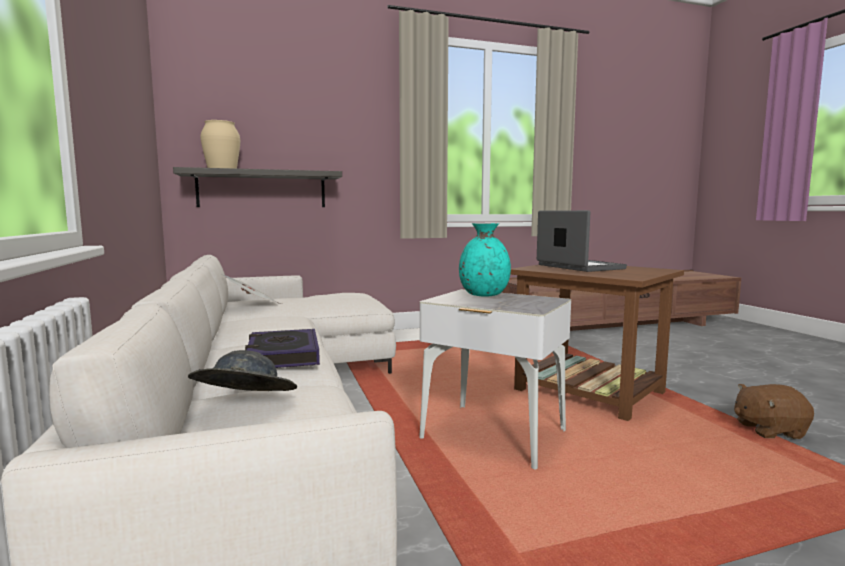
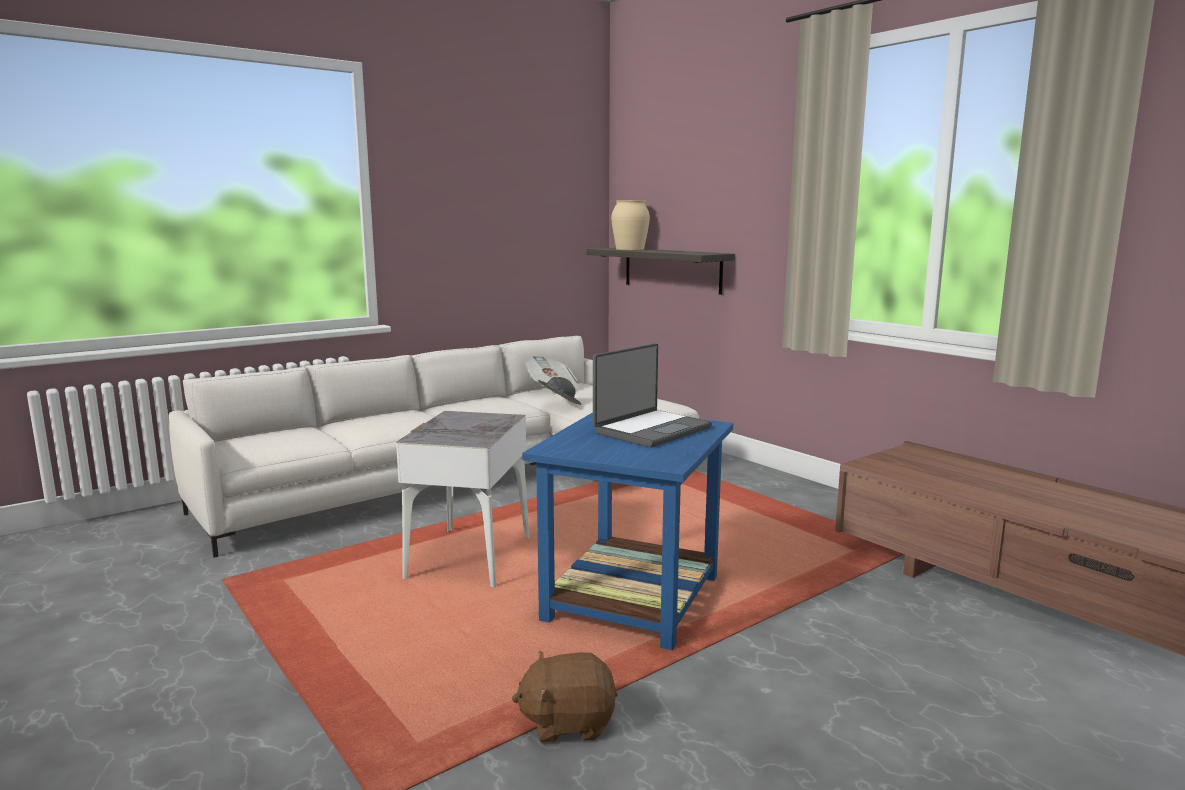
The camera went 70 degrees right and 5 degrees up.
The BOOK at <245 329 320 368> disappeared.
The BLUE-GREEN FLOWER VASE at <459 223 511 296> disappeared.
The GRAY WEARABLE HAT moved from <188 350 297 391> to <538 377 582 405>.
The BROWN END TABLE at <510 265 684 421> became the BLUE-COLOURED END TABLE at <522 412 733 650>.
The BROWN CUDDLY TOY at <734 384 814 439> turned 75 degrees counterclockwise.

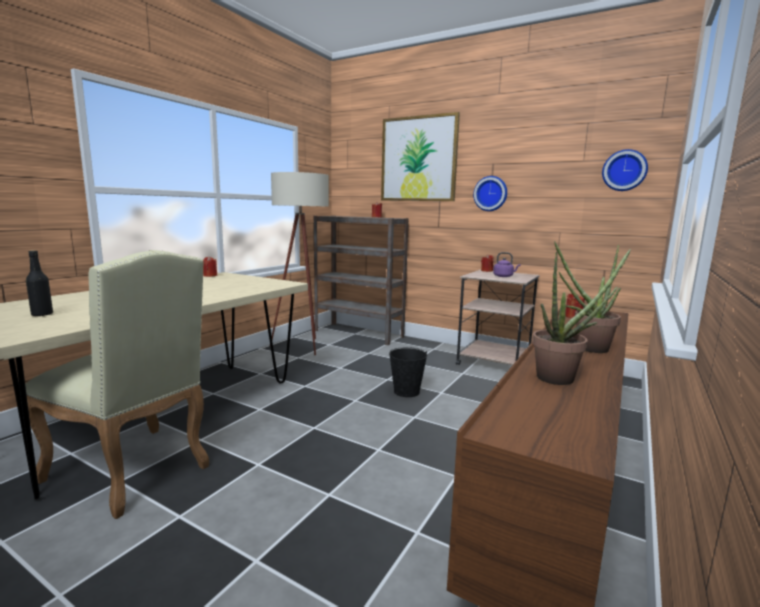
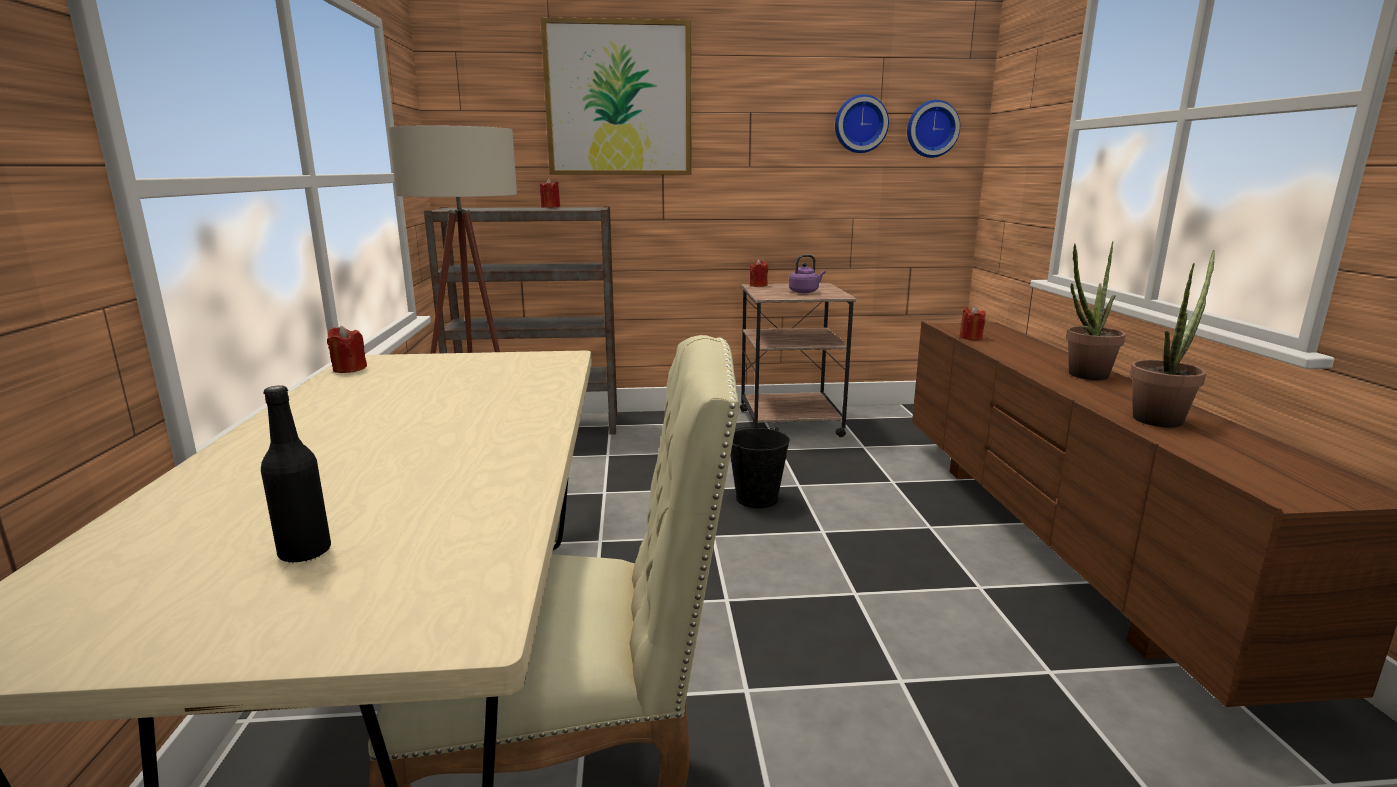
The camera went 35 degrees left and 5 degrees up.
The CLOCK ON THE WALL moved from <473 176 507 211> to <835 94 889 153>.

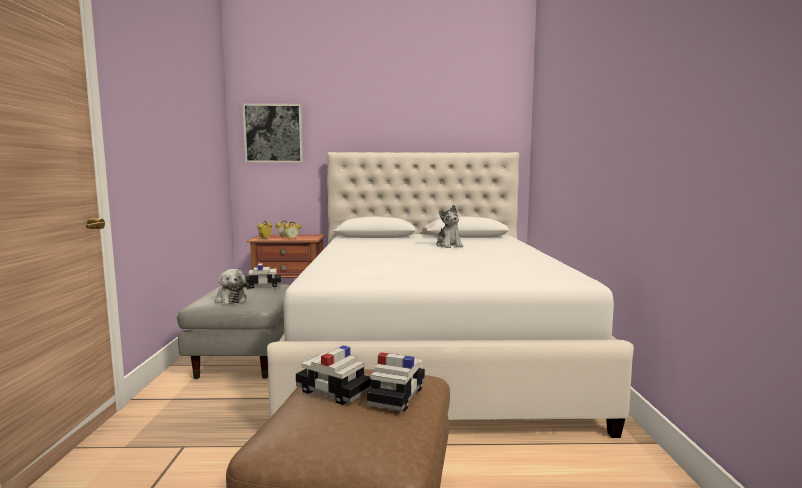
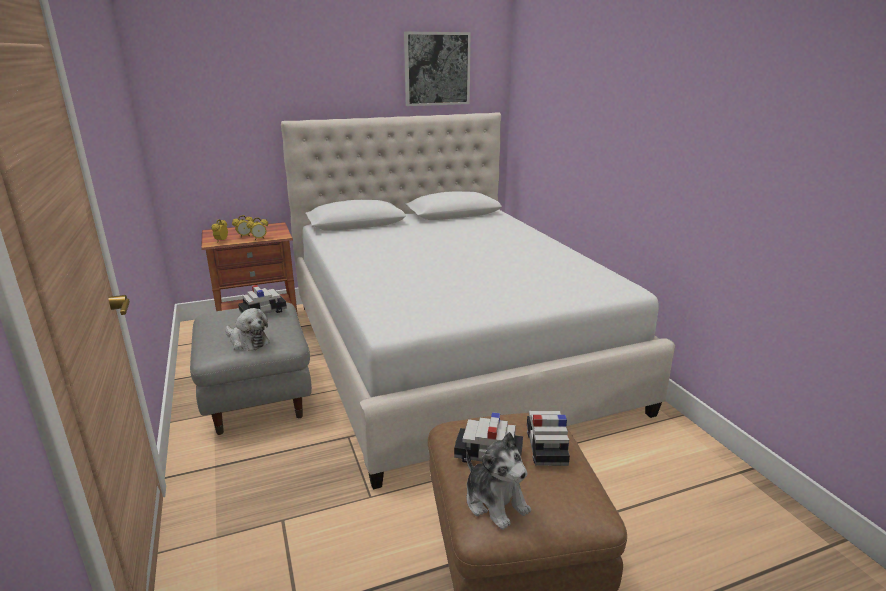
The camera went 20 degrees left and 15 degrees up.
The WALL ART moved from <242 104 303 163> to <404 32 471 106>.
The CUDDLY TOY moved from <436 205 464 248> to <466 432 531 530>.

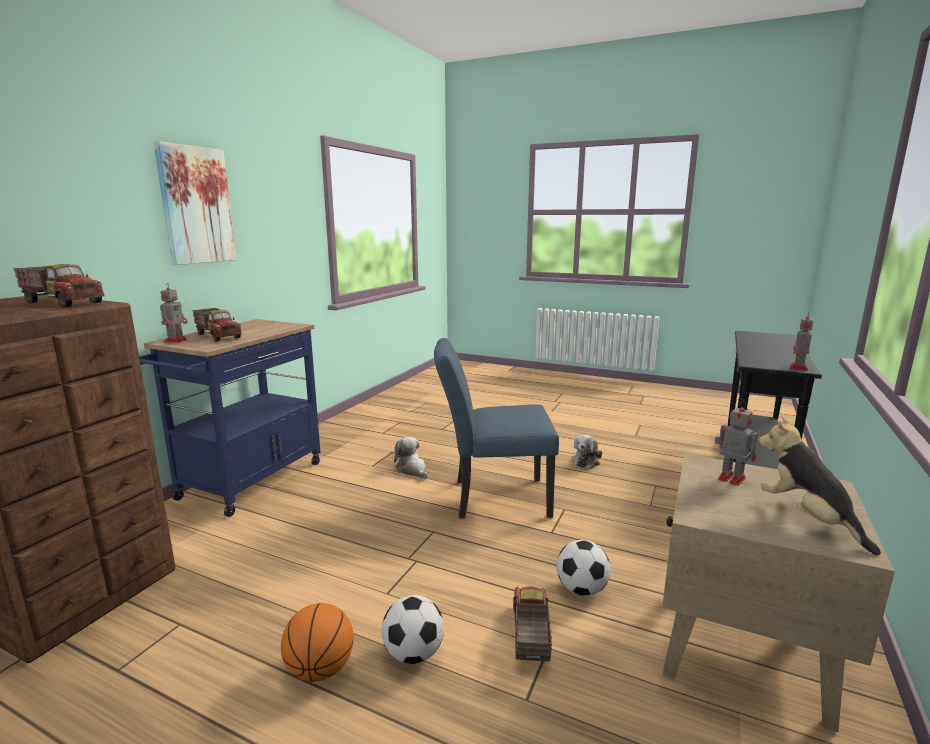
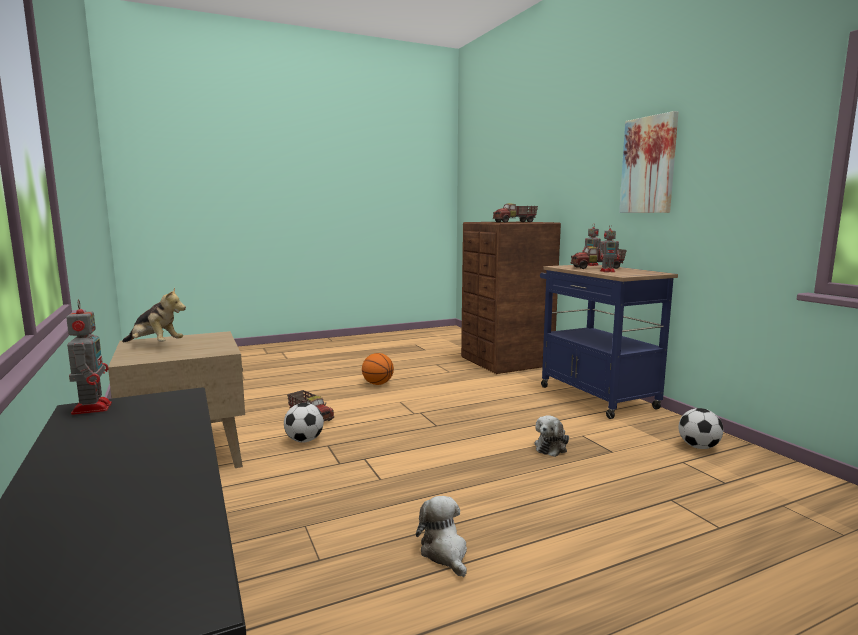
The camera went 130 degrees right and 5 degrees down.
The BLUE-COLOURED UPRIGHT CHAIR at <434 338 559 518> disappeared.
The FOOTBALL moved from <382 595 444 664> to <678 408 724 449>.
The TOY ROBOT moved from <715 401 758 486> to <600 225 620 272>.
The CUDDLY TOY at <394 437 428 479> turned 120 degrees clockwise.

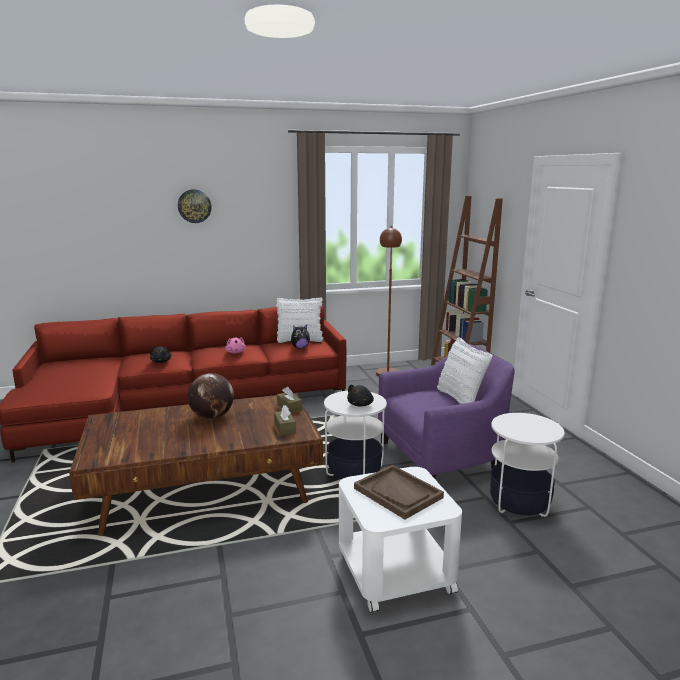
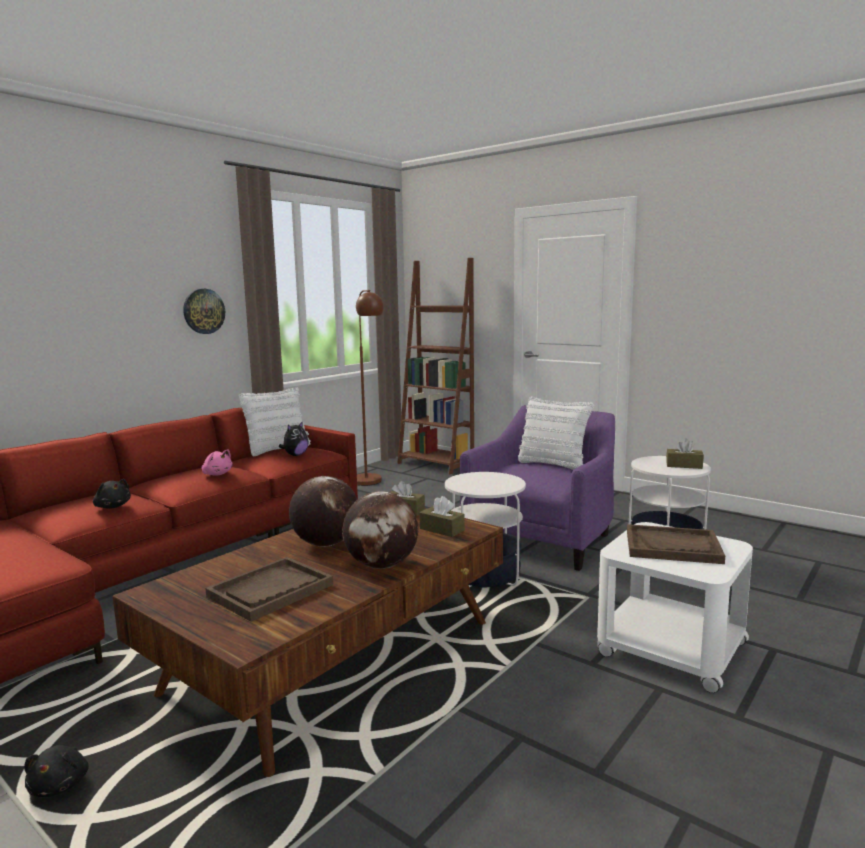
The camera went 35 degrees left and 5 degrees down.
The BROWN TRAY at <205 557 333 622> appeared.
The WORLD GLOBE at <342 491 419 569> appeared.
The BROWN TISSUE BOX at <666 438 704 469> appeared.
The CLOCK ON THE WALL moved from <178 189 212 223> to <183 289 225 334>.
The BLACKISH CUDDLY TOY moved from <347 385 374 406> to <24 745 89 797>.

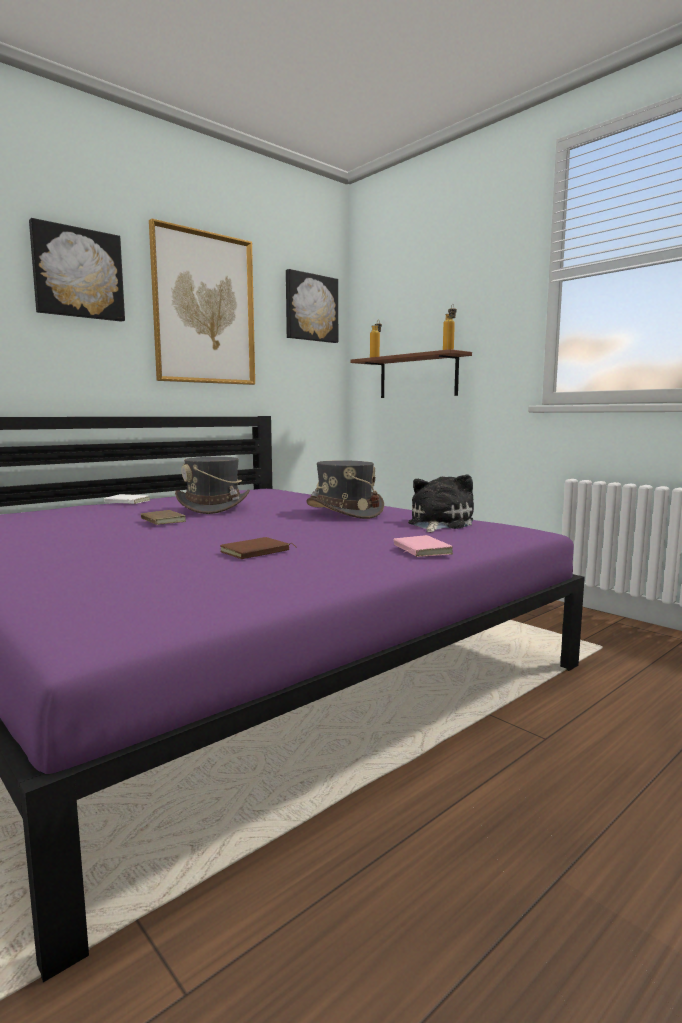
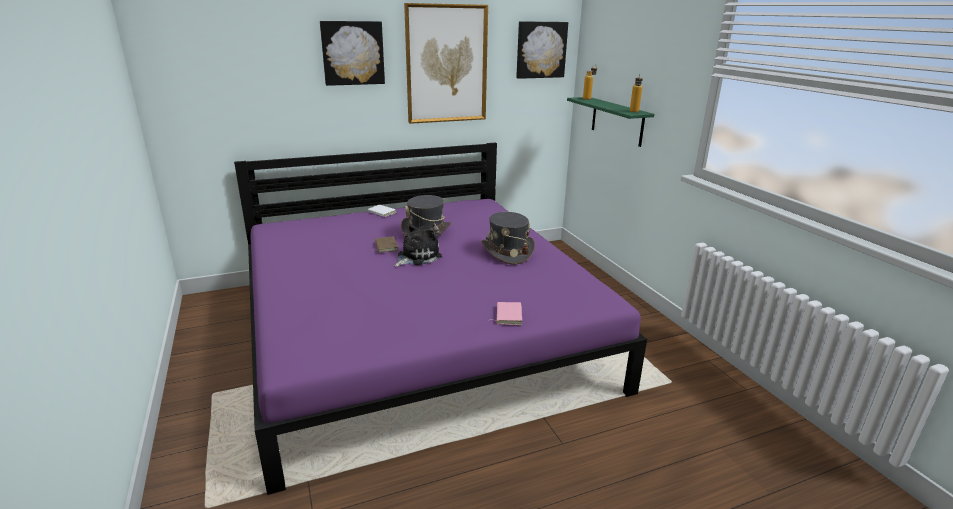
The camera went 20 degrees right and 15 degrees up.
The BROWN BOOK at <220 537 296 559> disappeared.
The CUDDLY TOY moved from <408 474 474 532> to <394 224 442 267>.
The BROWN SHELF at <351 349 472 398> became the GREEN-COLOURED SHELF at <567 97 654 147>.

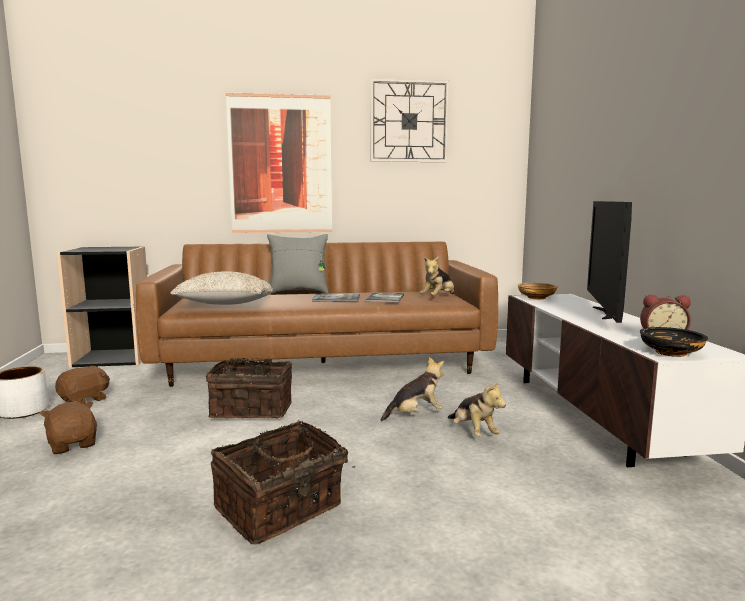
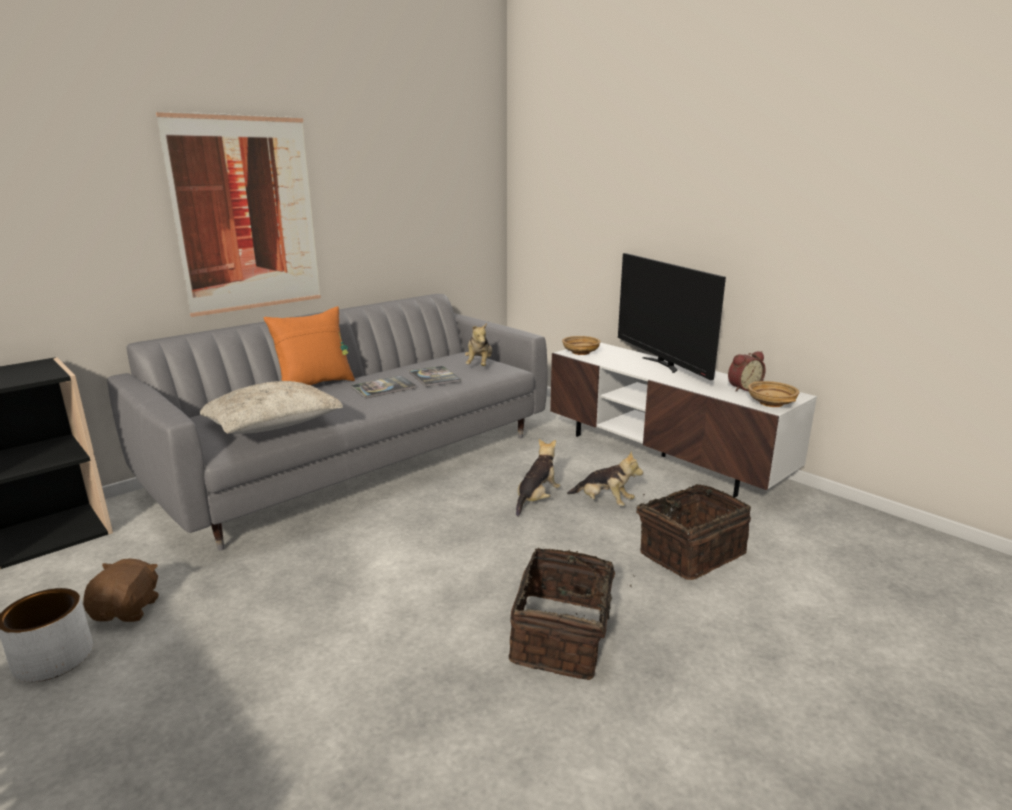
The camera went 35 degrees left and 10 degrees up.
The BROWN CUDDLY TOY at <40 402 97 454> disappeared.
The CLOCK ON THE WALL at <370 78 449 162> disappeared.
The BASKET moved from <206 358 292 419> to <631 484 751 580>.
The BROWN COUCH at <136 242 498 387> became the GRAY COUCH at <107 294 547 551>.
The GRAY CUSHION at <267 234 329 294> became the ORANGE CUSHION at <264 306 355 385>.
The BLACKISH DEEP DISH at <640 327 708 357> became the BEIGE DEEP DISH at <748 381 800 407>.

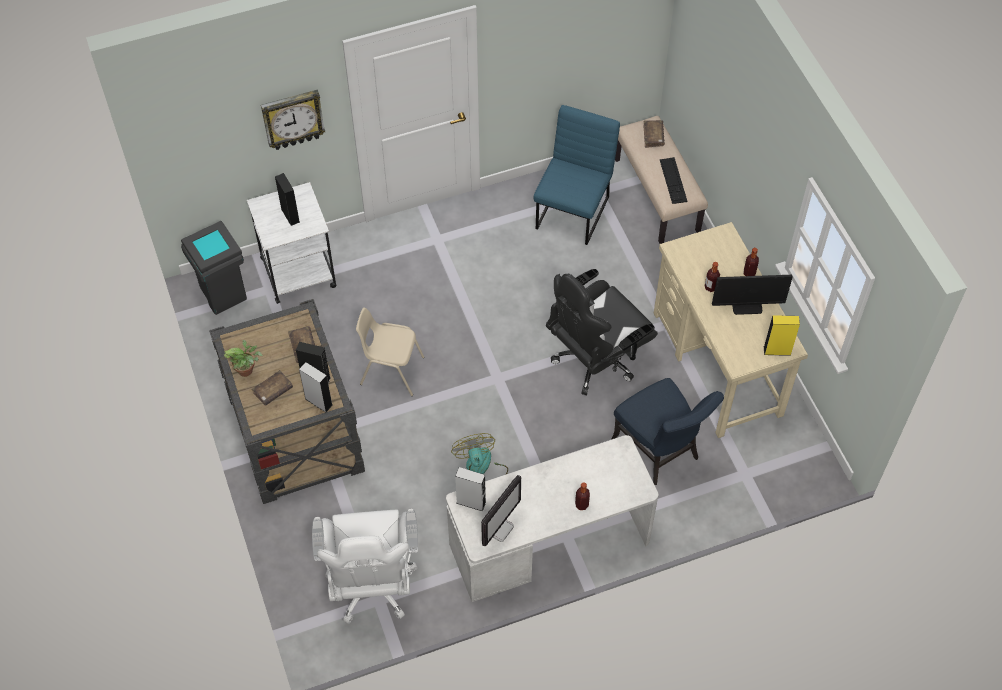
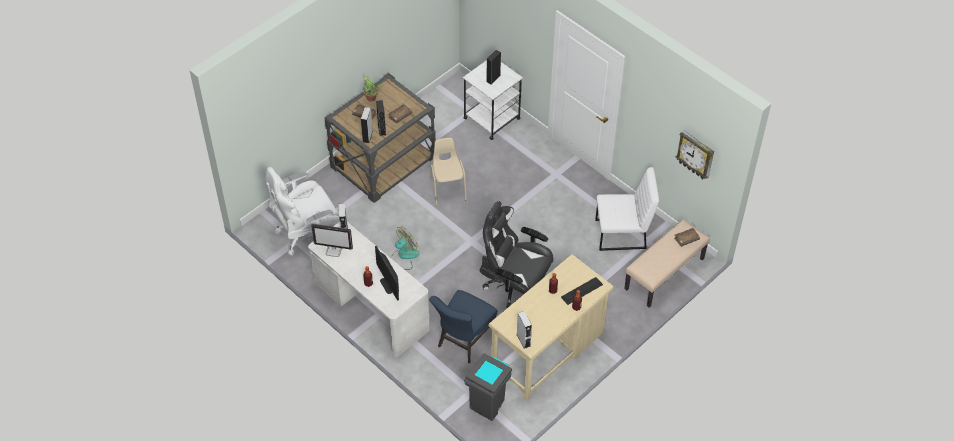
The camera went 65 degrees right and 5 degrees down.
The GRAY RUBBISH BIN moved from <181 221 247 315> to <464 353 512 421>.
The CLOCK ON THE WALL moved from <261 90 325 150> to <676 130 714 179>.
The KEYBOARD moved from <660 157 687 204> to <561 277 603 305>.
The MONITOR moved from <712 275 793 315> to <375 246 399 301>.
The BLUE-COLOURED UPRIGHT CHAIR at <534 105 620 245> became the WHITE-COLOURED UPRIGHT CHAIR at <595 167 659 251>.
The YELLOW-COLOURED LOUDSPEAKER at <764 315 800 356> became the GRAY LOUDSPEAKER at <516 311 532 349>.

